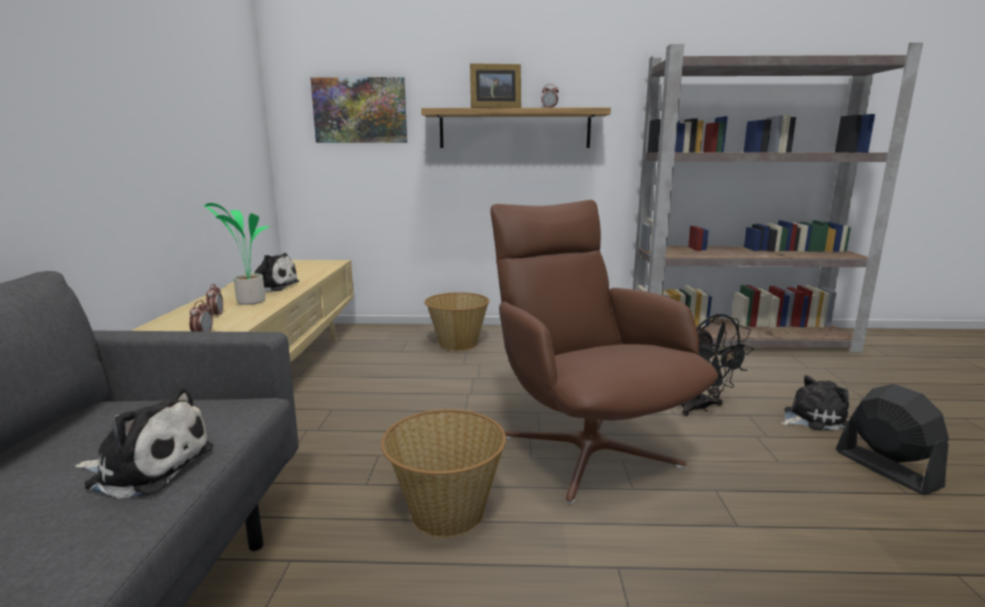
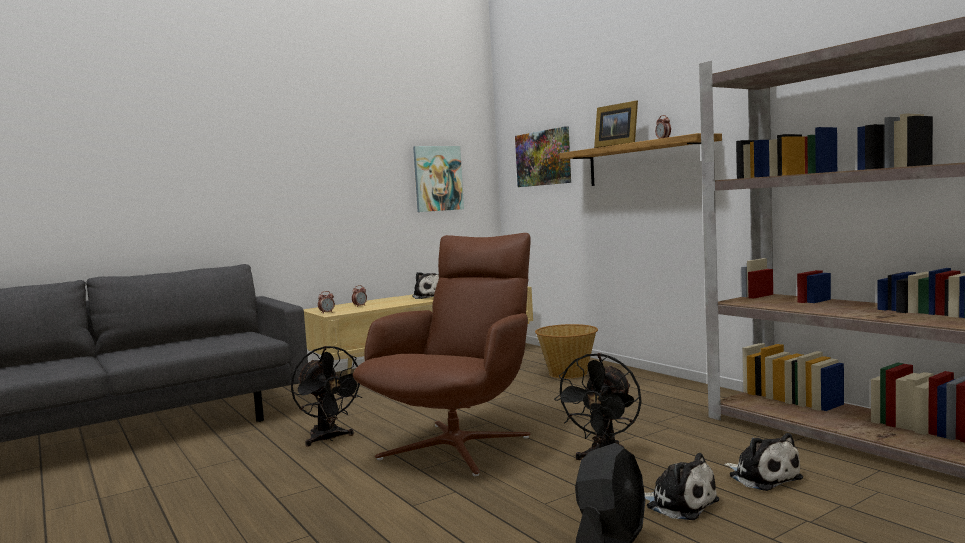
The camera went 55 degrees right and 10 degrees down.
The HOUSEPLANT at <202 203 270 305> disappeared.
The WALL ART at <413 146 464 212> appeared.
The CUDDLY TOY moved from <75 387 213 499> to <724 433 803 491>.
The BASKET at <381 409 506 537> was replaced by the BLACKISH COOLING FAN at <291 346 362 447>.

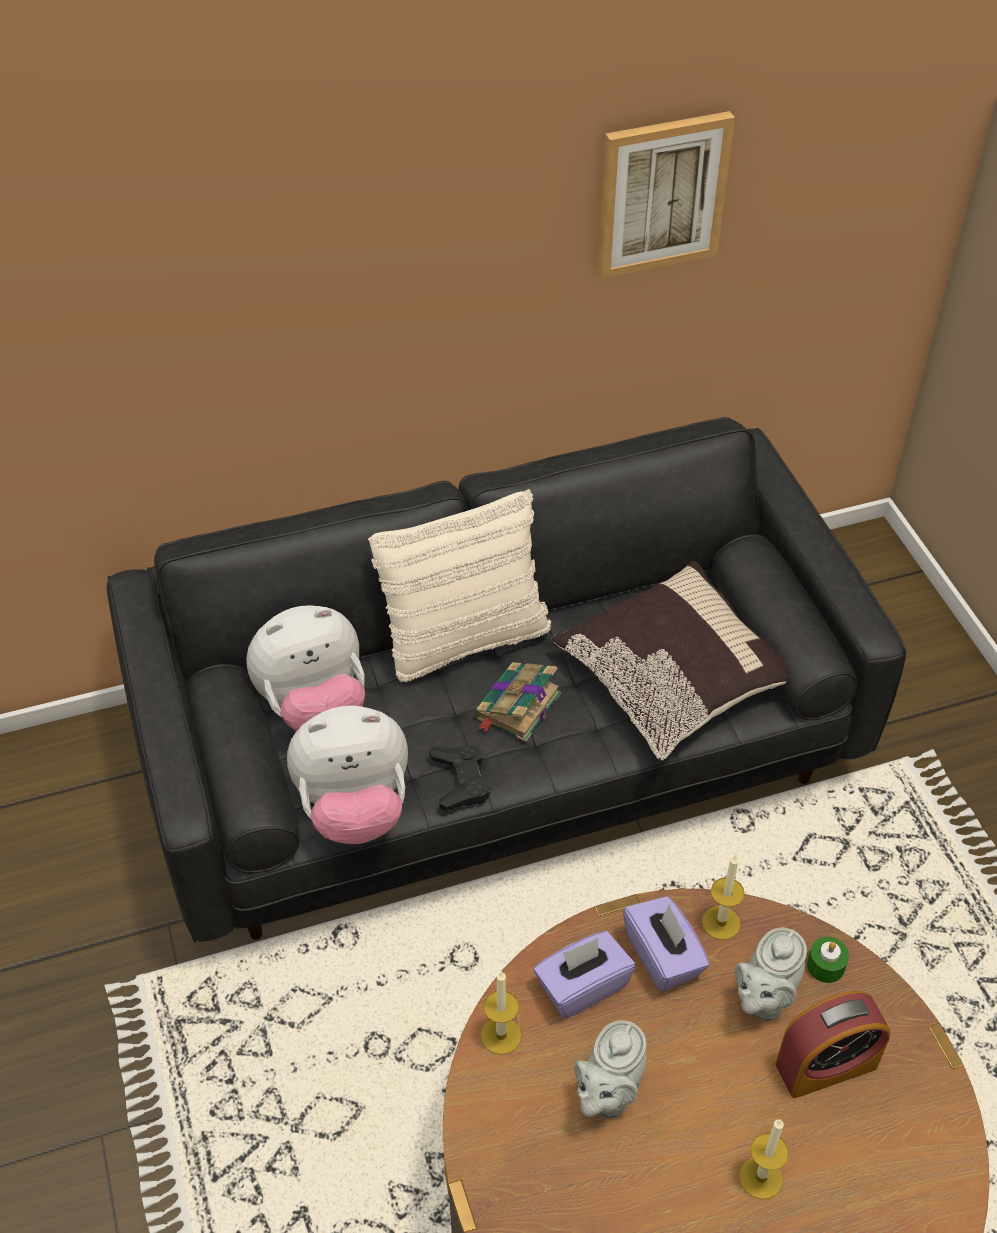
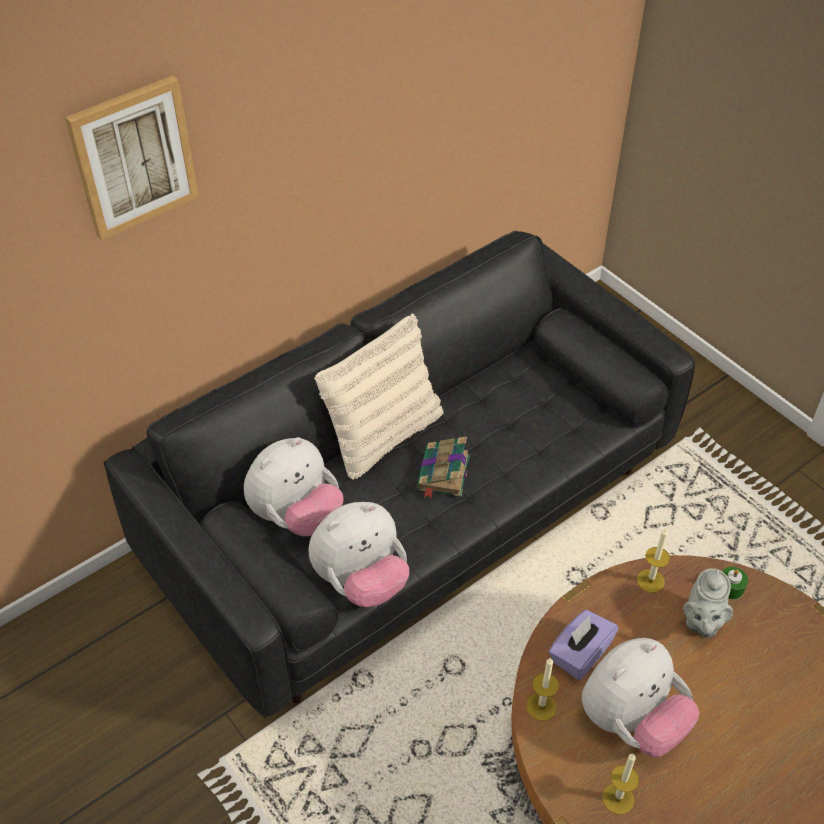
The camera went 20 degrees left and 0 degrees up.
The BLACKISH JOYPAD at <429 745 491 811> disappeared.
The CUSHION at <552 561 788 761> disappeared.
The PURPLE-COLOURED TISSUE BOX at <623 896 710 992> disappeared.
The BEDSIDE CLOCK at <775 991 891 1098> disappeared.
The WALL ART moved from <597 111 735 278> to <65 75 199 240>.
The WAX LIGHT moved from <739 1119 789 1200> to <602 754 639 815>.
The GRAY TEA POT at <574 1020 647 1118> was replaced by the CUDDLY TOY at <582 638 699 757>.

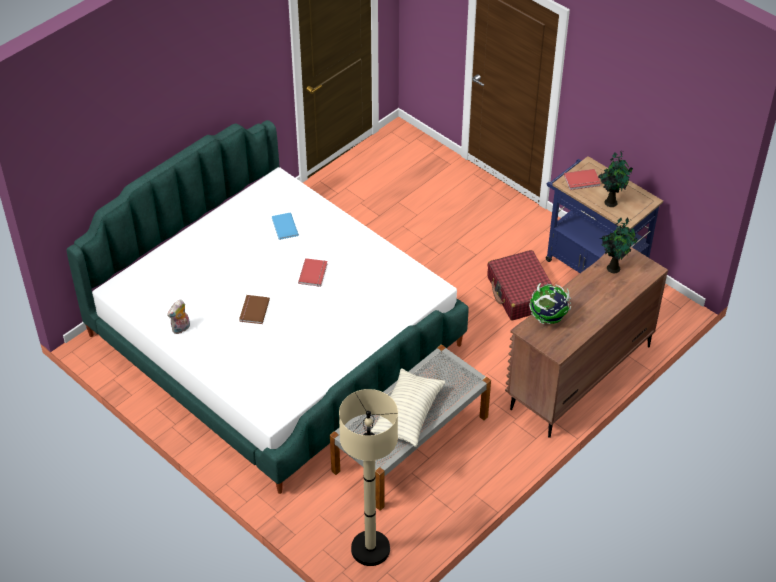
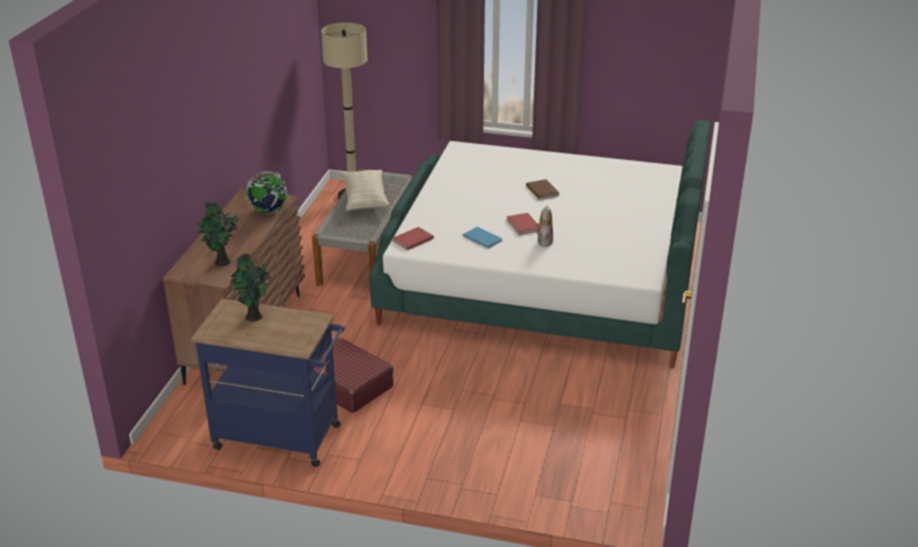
The camera went 150 degrees right and 15 degrees down.
The CUDDLY TOY moved from <167 300 190 334> to <536 206 553 247>.
The BLUE-COLOURED BOOK moved from <272 213 299 240> to <462 227 502 249>.
The RED BOOK moved from <564 169 601 190> to <393 227 434 250>.

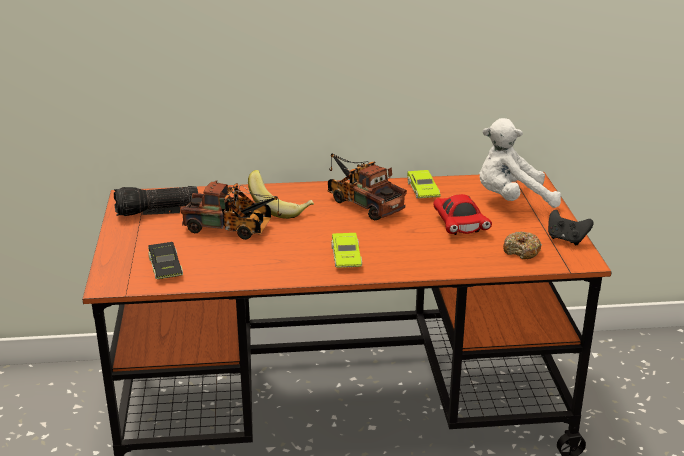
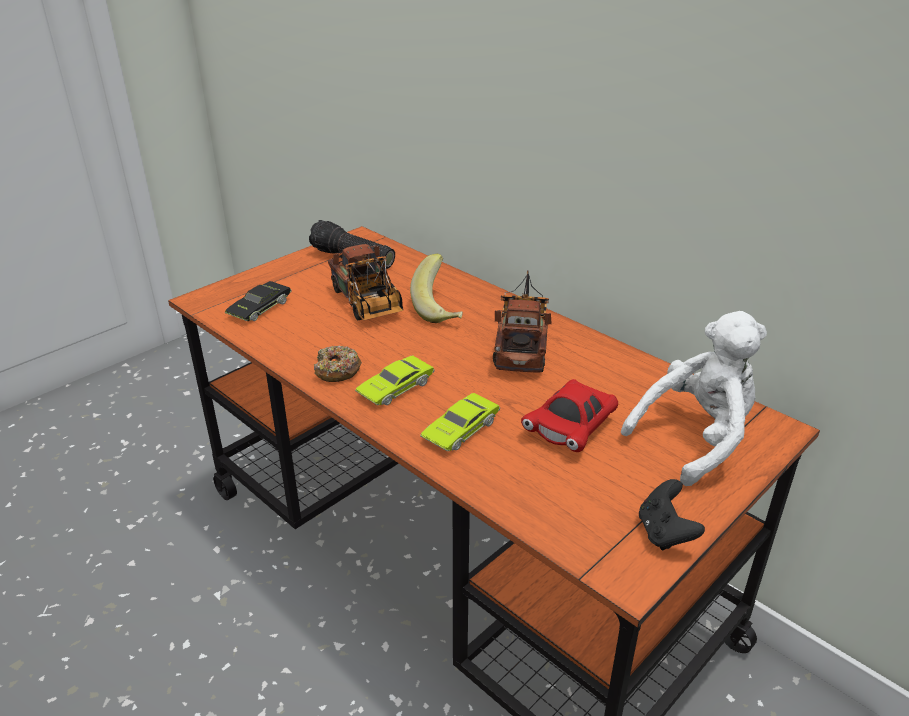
The camera went 50 degrees right and 5 degrees up.
The GREEN-COLOURED TOY CAR moved from <407 170 441 198> to <420 393 500 452>.
The DOUGHNUT moved from <503 231 542 259> to <314 345 362 382>.
The WHITE-COLOURED CUDDLY TOY at <479 118 561 208> turned 105 degrees clockwise.

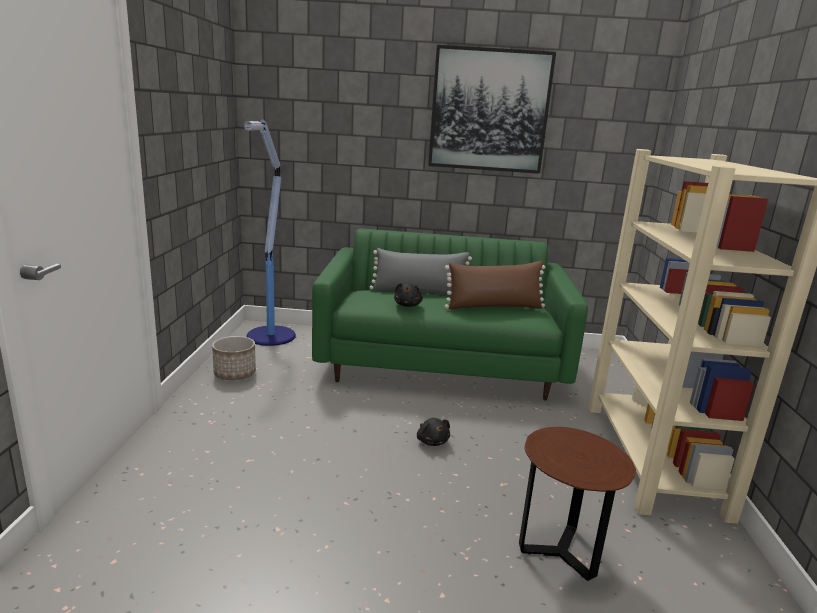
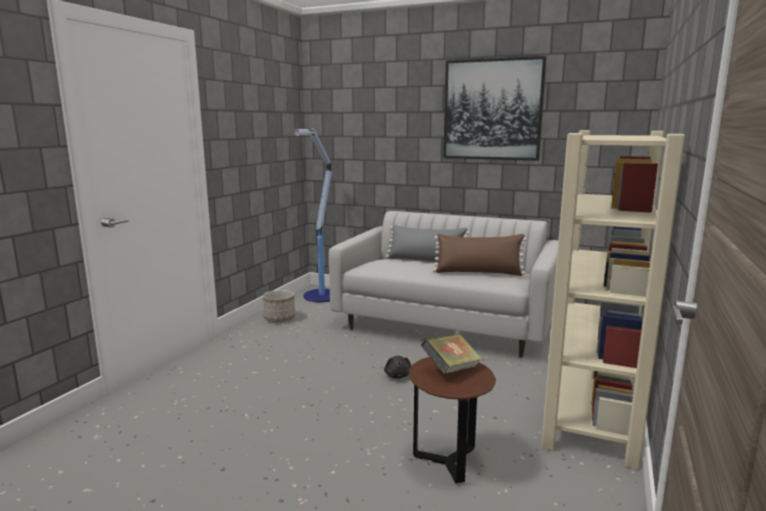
The camera went 20 degrees right and 5 degrees down.
The BLACKISH CUDDLY TOY at <394 283 423 307> disappeared.
The BOOK at <421 334 482 374> appeared.
The GREEN-COLOURED COUCH at <312 229 588 400> became the GRAY COUCH at <329 211 558 358>.

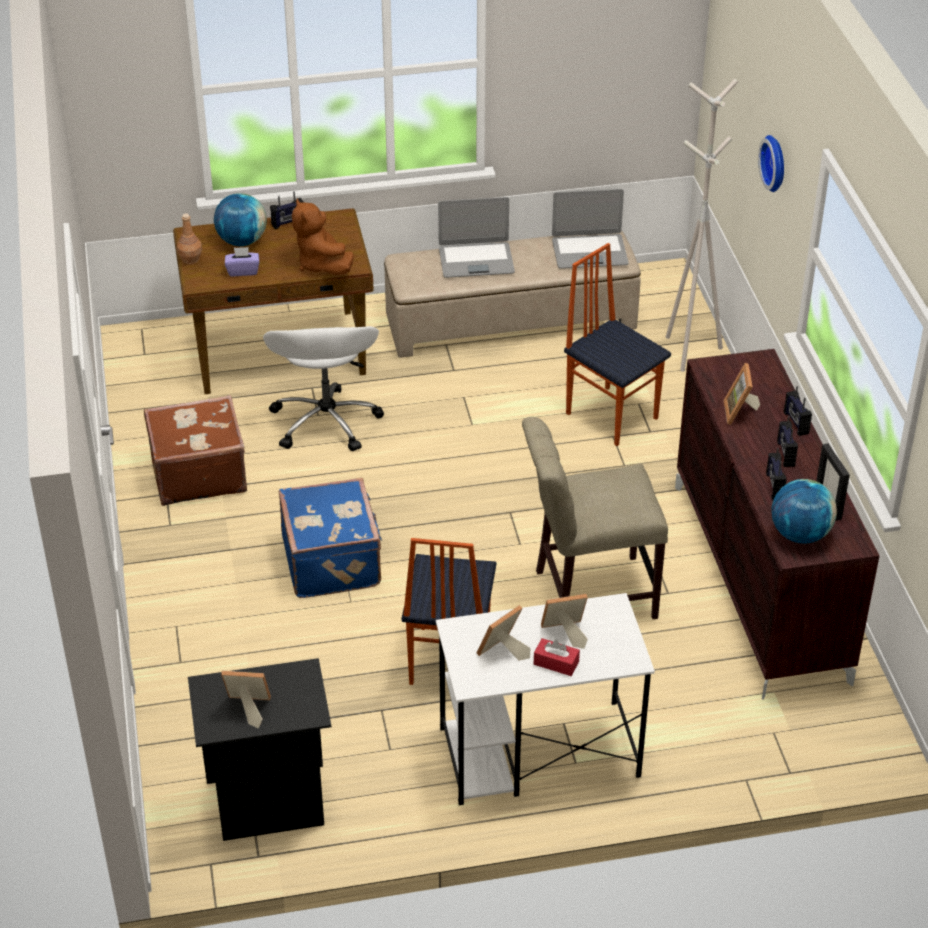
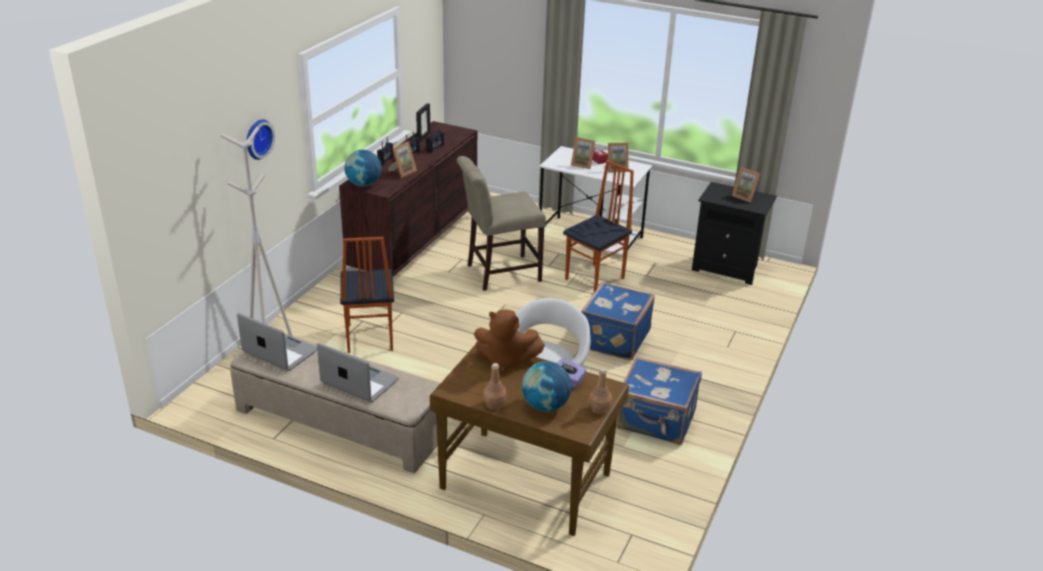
The camera went 145 degrees left and 10 degrees down.
The WORLD GLOBE moved from <771 479 837 544> to <344 150 381 187>.
The RADIO at <270 192 303 229> was replaced by the BROWN DRINK BOTTLE at <483 363 506 410>.
The BROWN TRAVEL CASE at <144 395 247 506> became the BLUE-COLOURED TRAVEL CASE at <617 356 702 445>.
The BROWN CUDDLY TOY at <292 198 354 275> turned 90 degrees clockwise.
The BEIGE UPRIGHT CHAIR at <522 417 668 619> turned 135 degrees clockwise.

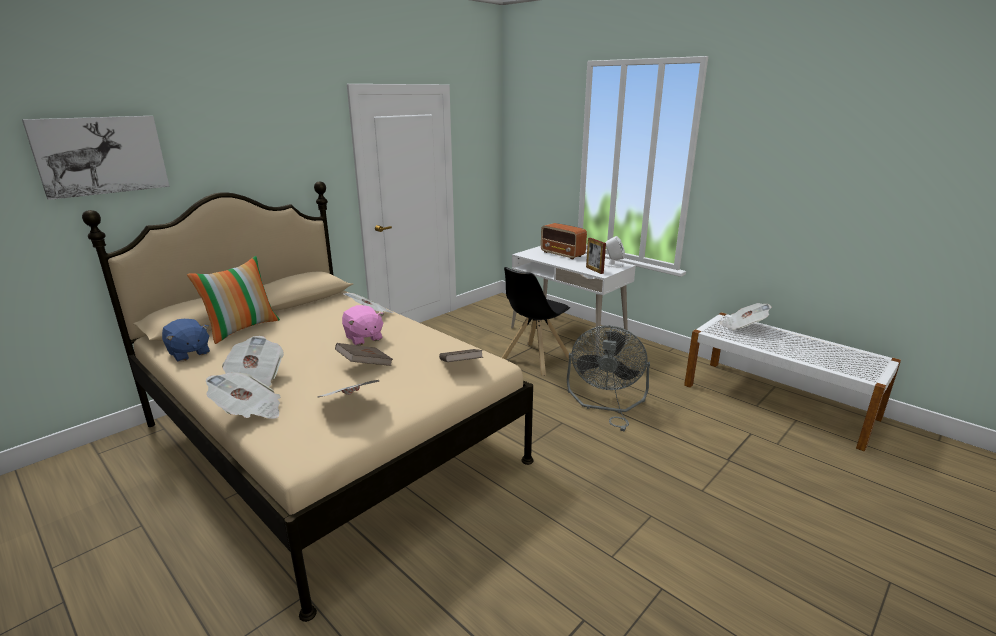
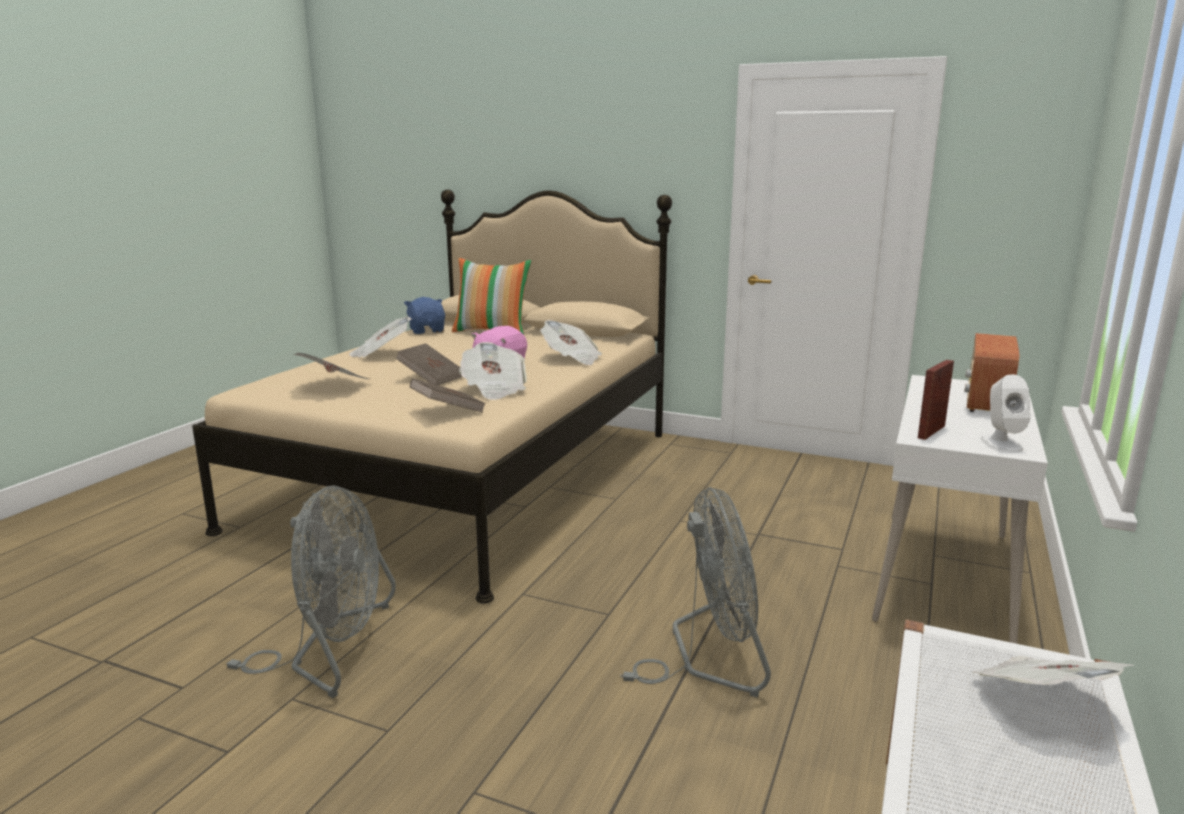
The camera went 70 degrees right and 5 degrees down.
The WALL ART at <22 116 170 200> disappeared.
The BLACKISH UPRIGHT CHAIR at <501 267 572 376> disappeared.
The GRAY COOLING FAN at <226 486 396 698> appeared.
The NEWSPAPER moved from <206 373 281 419> to <459 342 527 400>.
The BLUE-COLOURED CUDDLY TOY at <162 319 210 362> turned 135 degrees clockwise.

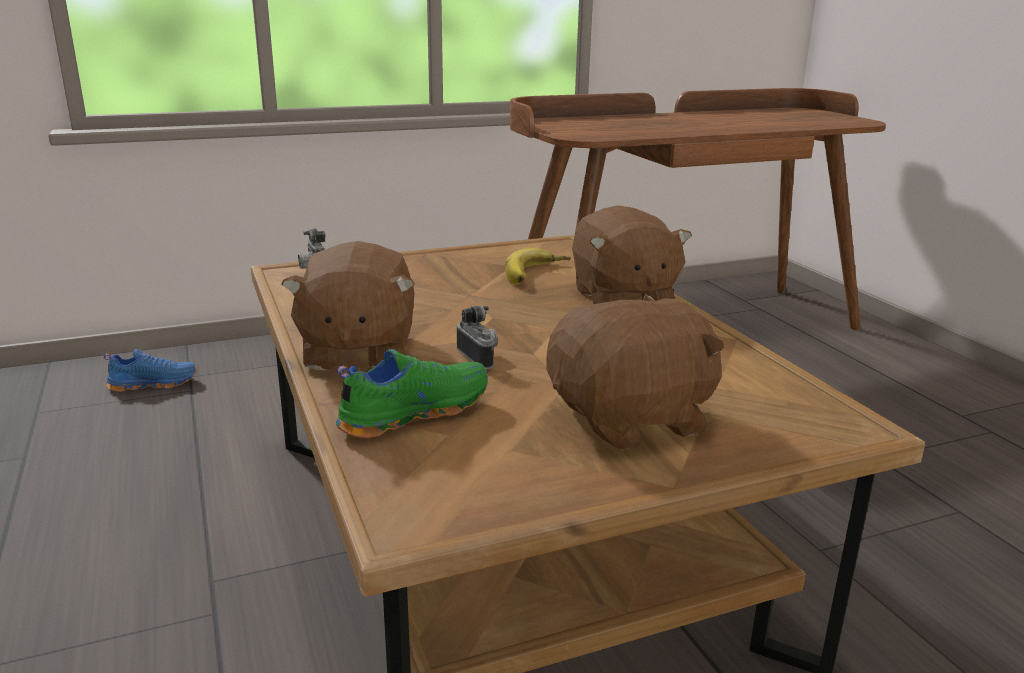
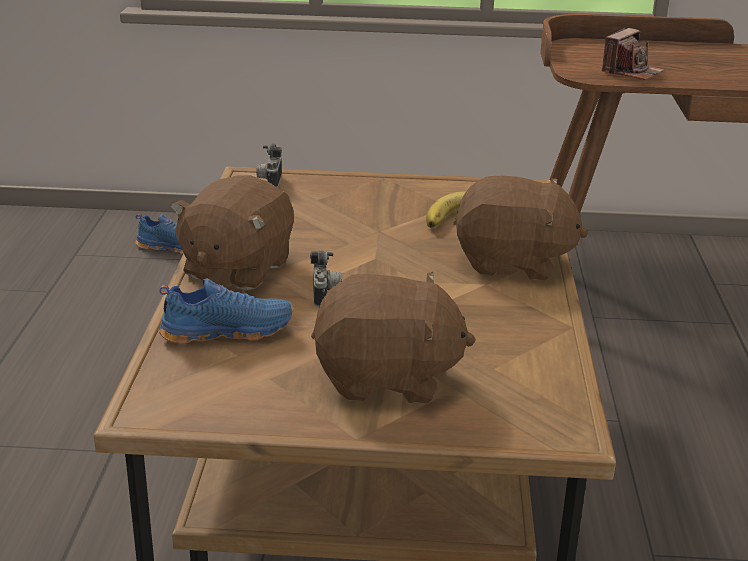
The camera went 25 degrees right and 5 degrees up.
The PHOTO CAMERA at <602 28 665 80> appeared.
The GREEN-COLOURED LOW SHOE at <336 349 488 438> became the BLUE-COLOURED LOW SHOE at <159 279 293 344>.
The BROWN CUDDLY TOY at <572 205 692 304> turned 90 degrees counterclockwise.

